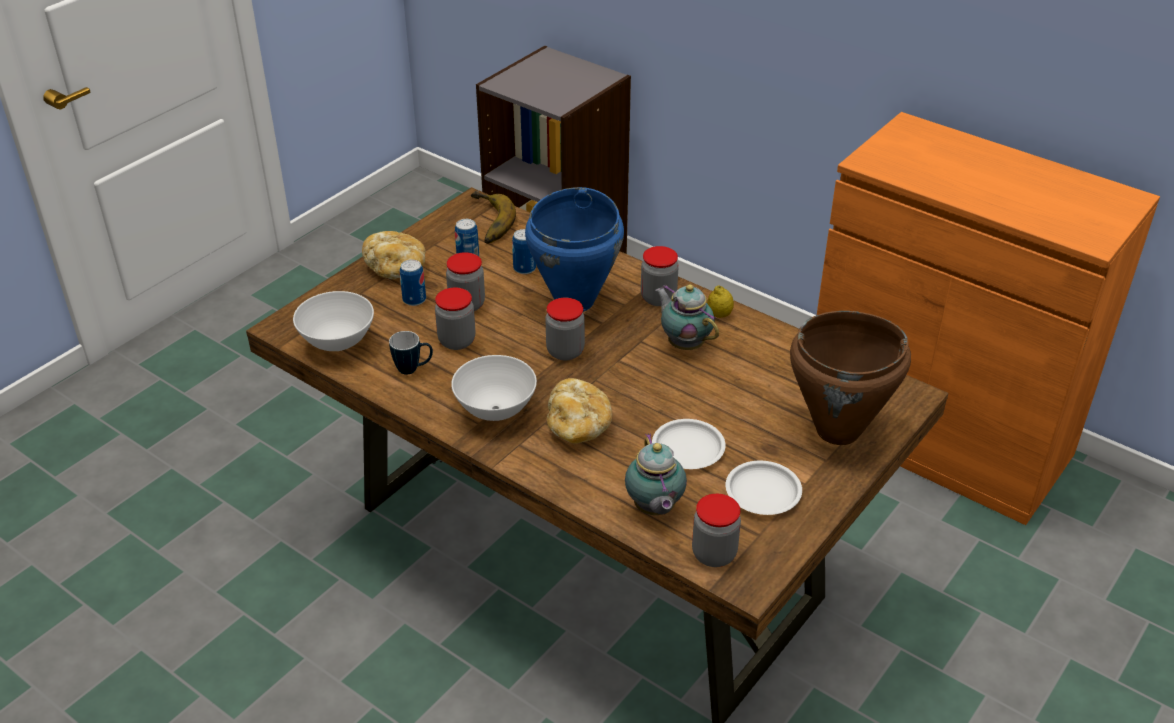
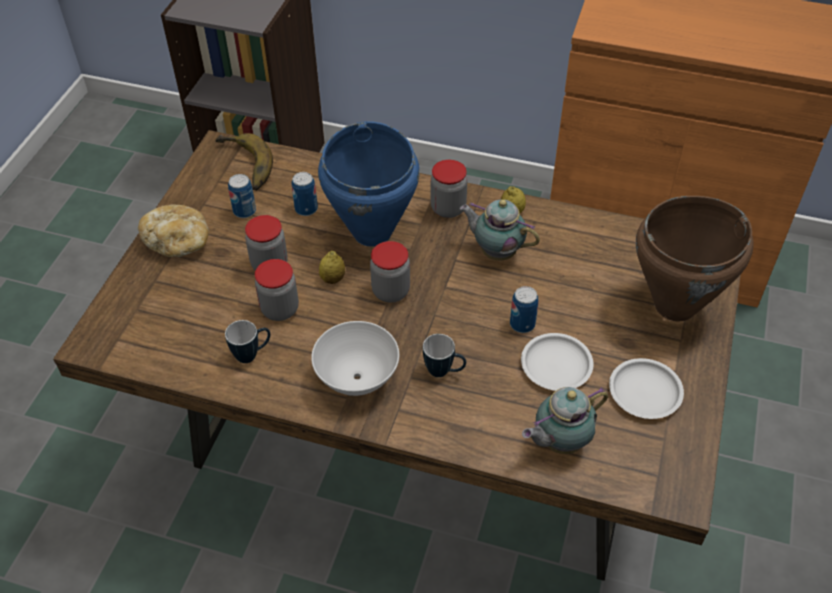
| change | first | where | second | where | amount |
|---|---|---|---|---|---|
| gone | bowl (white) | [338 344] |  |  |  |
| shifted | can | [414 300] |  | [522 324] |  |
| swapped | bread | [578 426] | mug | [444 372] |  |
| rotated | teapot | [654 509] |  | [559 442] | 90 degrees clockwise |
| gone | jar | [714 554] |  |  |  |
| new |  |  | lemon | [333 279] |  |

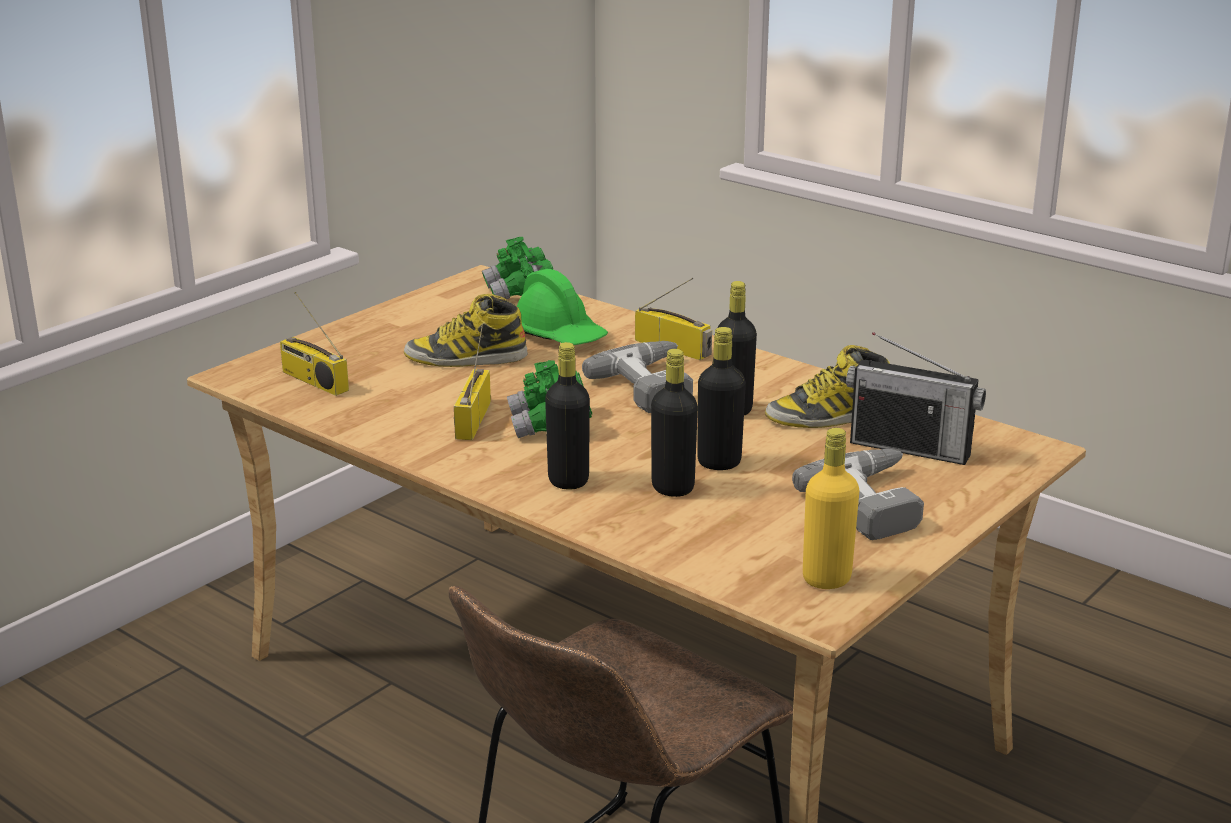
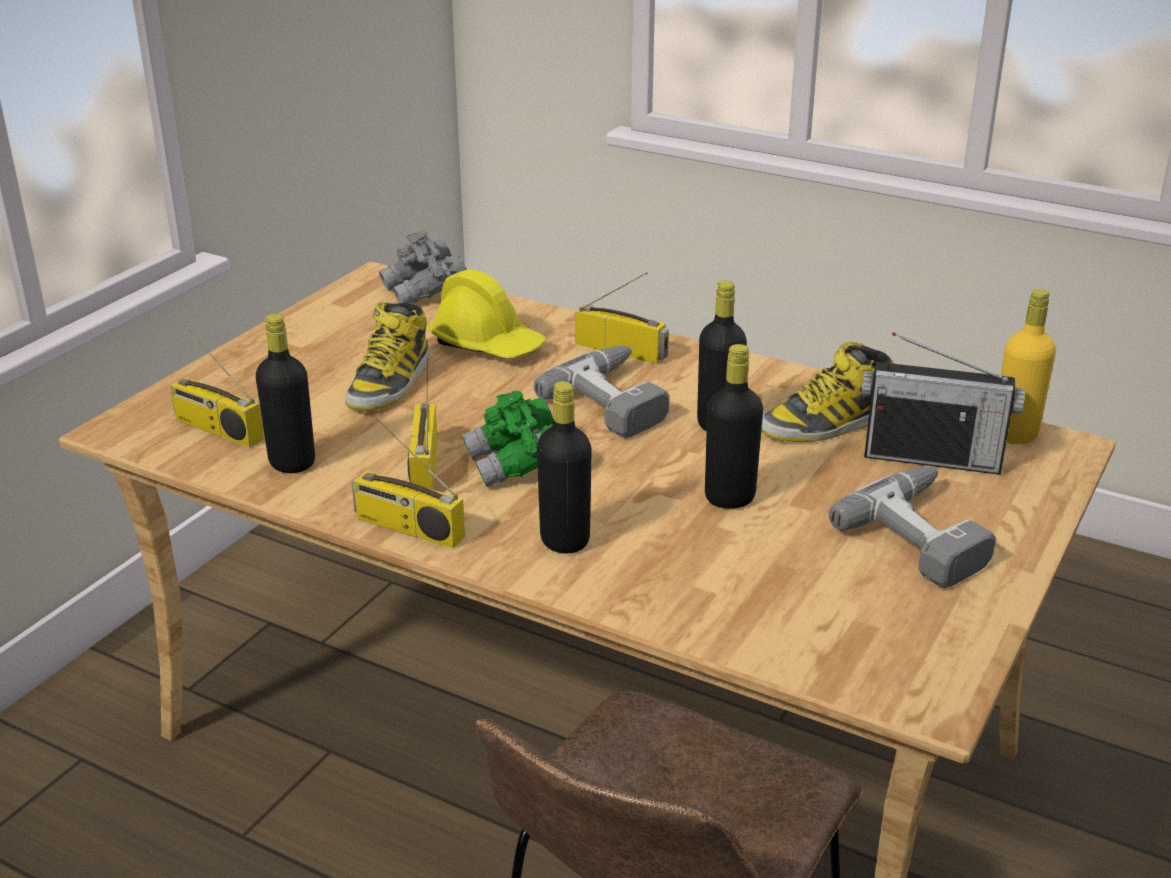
| change | first | where | second | where | amount |
|---|---|---|---|---|---|
| rotated | boot | [466 358] |  | [390 383] | 60 degrees counterclockwise |
| repainted | binoculars (green) | [520 292] | binoculars (grey) | [425 292] |  |
| repainted | hard hat (green) | [559 335] | hard hat (yellow) | [487 344] |  |
| shifted | bottle (black) | [672 488] |  | [292 463] |  |
| shifted | bottle (yellow) | [826 579] |  | [1015 435] |  |
| new |  |  | radio | [407 528] |  |

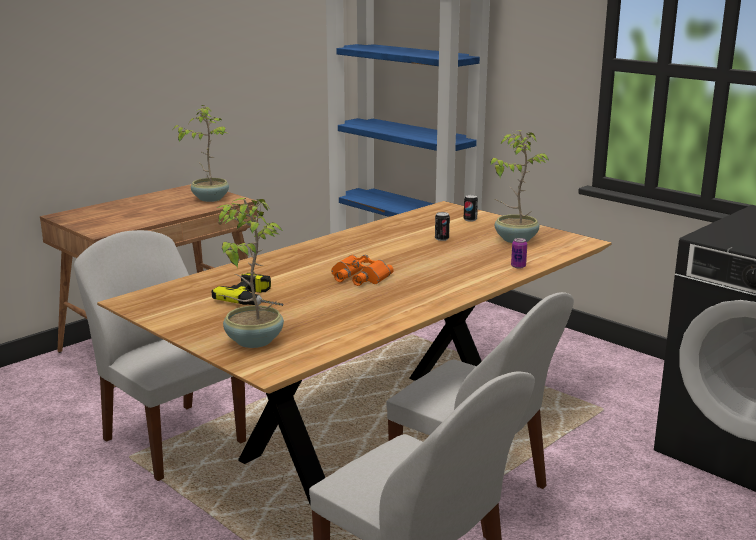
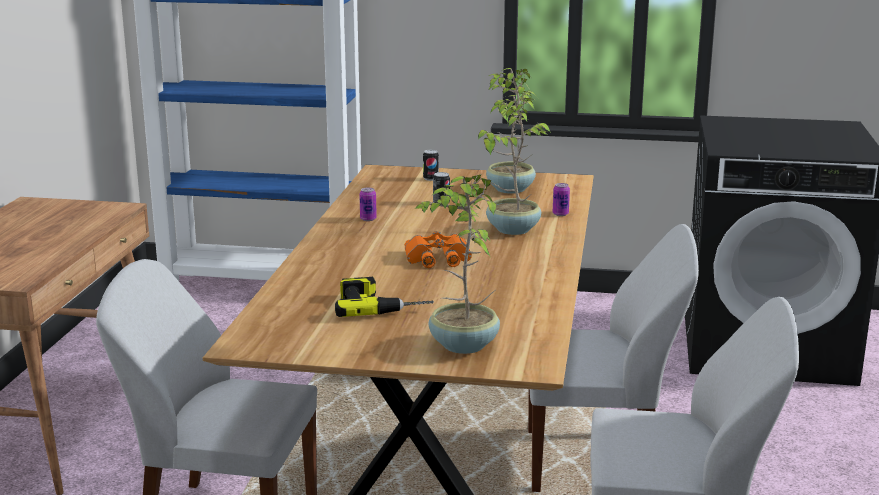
| change | first | where | second | where | amount |
|---|---|---|---|---|---|
| shifted | potted plant | [210 198] |  | [511 229] |  |
| new |  |  | can | [368 219] |  |

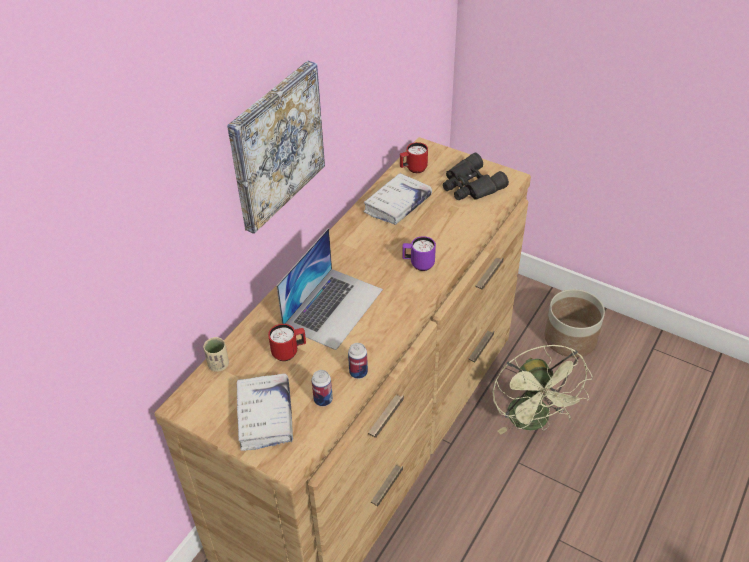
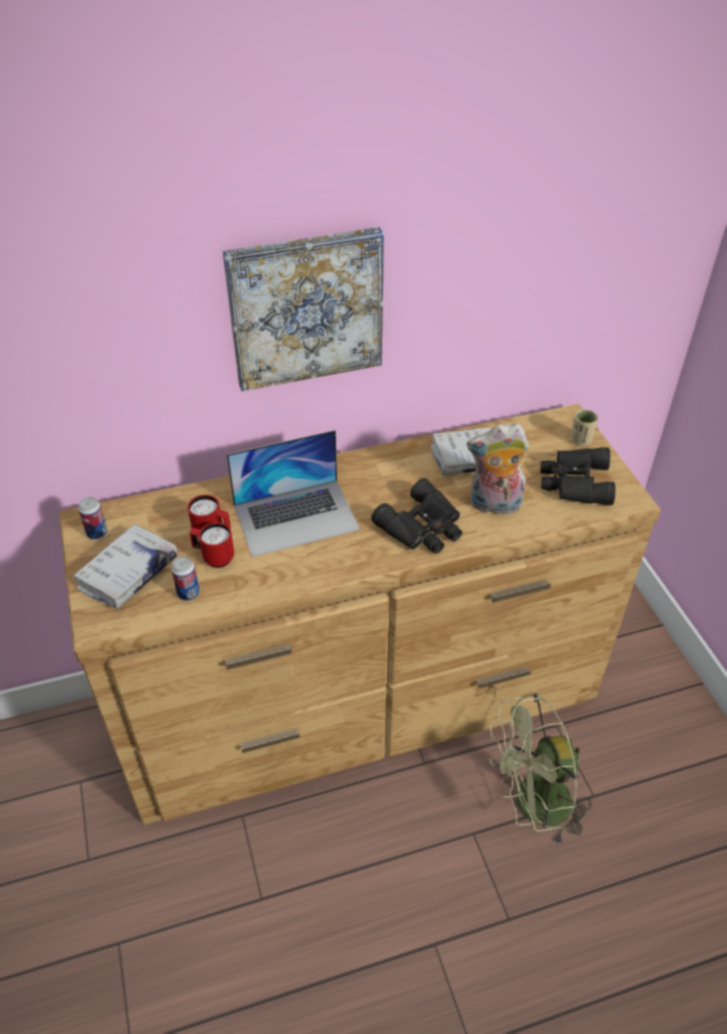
| change | first | where | second | where | amount |
|---|---|---|---|---|---|
| shifted | cup (beige) | [218 365] |  | [580 440] |  |
| shifted | can | [358 372] |  | [97 533] |  |
| shifted | mug (red) | [413 169] |  | [214 557] |  |
| swapped | mug (purple) | [418 264] | binoculars (black) | [423 527] |  |
| rotated | fan (green) | [533 421] |  | [532 806] | 45 degrees clockwise |
| gone | planter | [570 339] |  |  |  |
| new |  |  | plush toy | [494 505] |  |

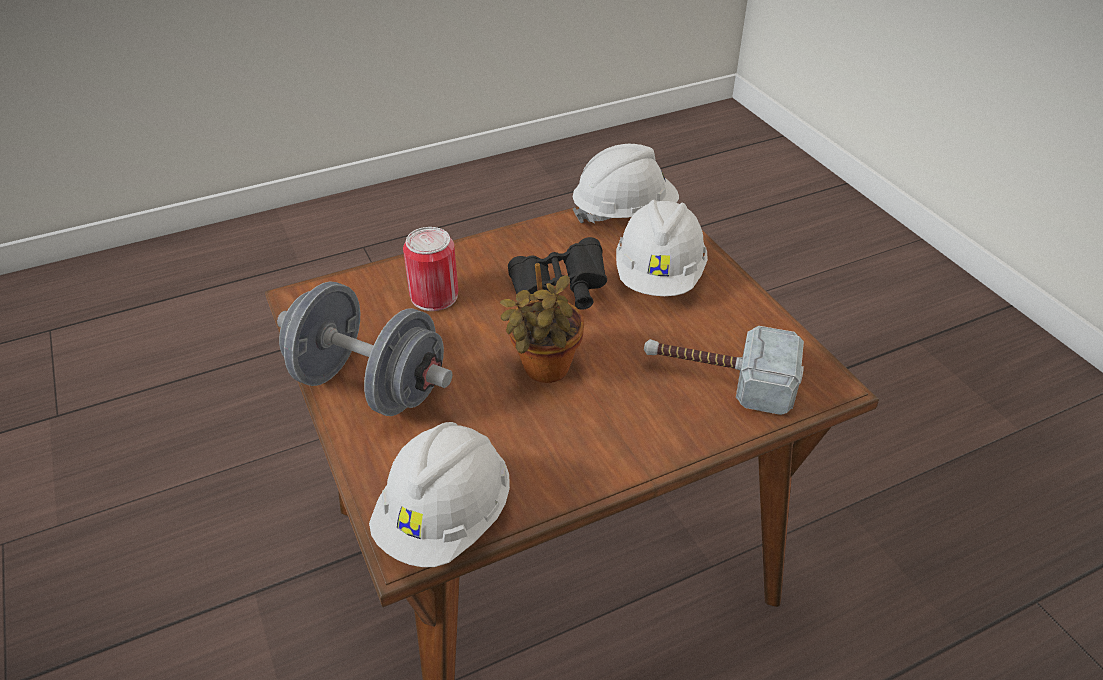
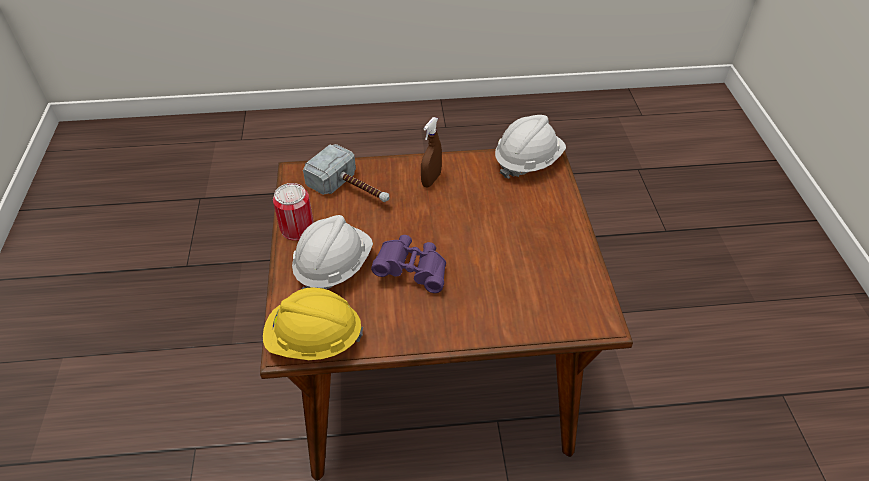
| change | first | where | second | where | amount |
|---|---|---|---|---|---|
| gone | dumbbell (grey) | [369 385] |  |  |  |
| shifted | can | [434 296] |  | [297 228] |  |
| gone | potted plant | [544 371] |  |  |  |
| repainted | binoculars (black) | [558 294] | binoculars (purple) | [412 271] |  |
| repainted | hard hat (white) | [624 212] | hard hat (yellow) | [314 340] |  |
| new |  |  | spray bottle (brown) | [431 180] |  |

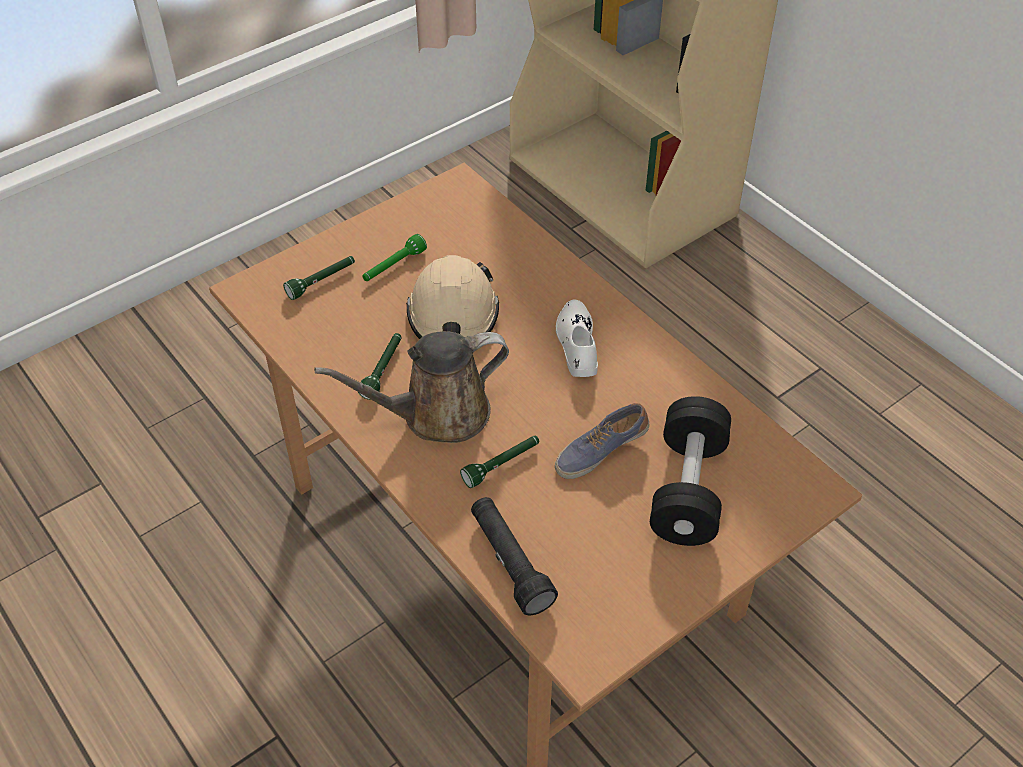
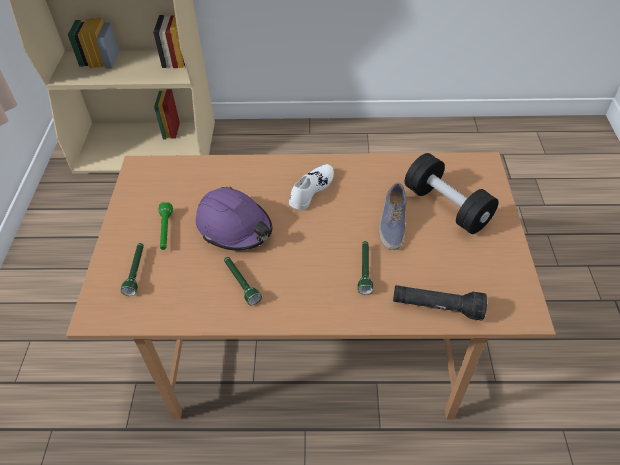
| change | first | where | second | where | amount |
|---|---|---|---|---|---|
| gone | watering can (brown) | [437 414] |  |  |  |
| repainted | hard hat (beige) | [453 315] | hard hat (purple) | [234 227] |  |
| rotated | shoe (white) | [577 344] |  | [311 190] | 90 degrees clockwise |

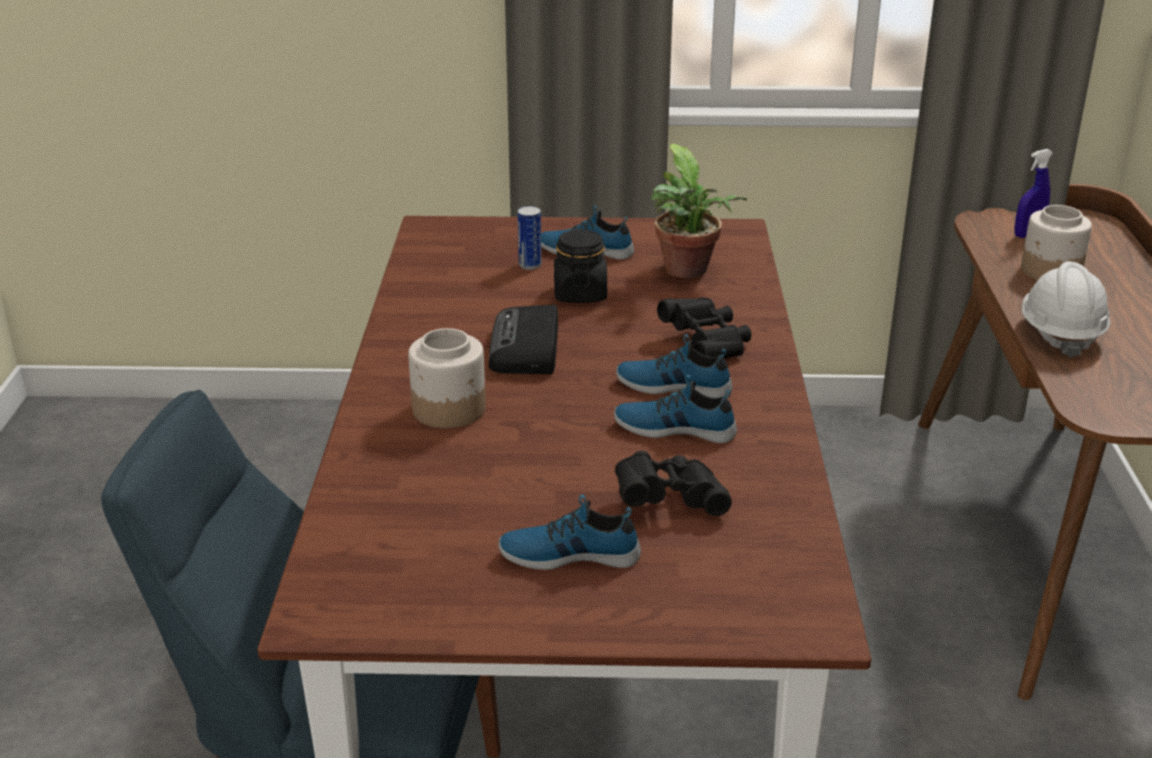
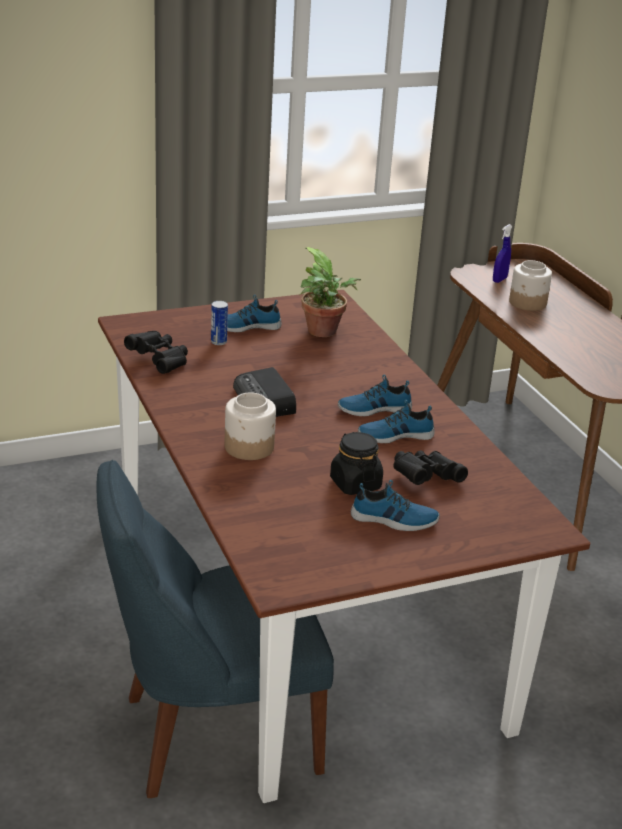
| change | first | where | second | where | amount |
|---|---|---|---|---|---|
| rotated | shoe | [569 554] |  | [394 520] | 150 degrees counterclockwise |
| shifted | jar (black) | [580 294] |  | [355 484] |  |
| shifted | binoculars (black) | [707 345] |  | [160 361] |  |
| gone | hard hat (white) | [1060 334] |  |  |  |

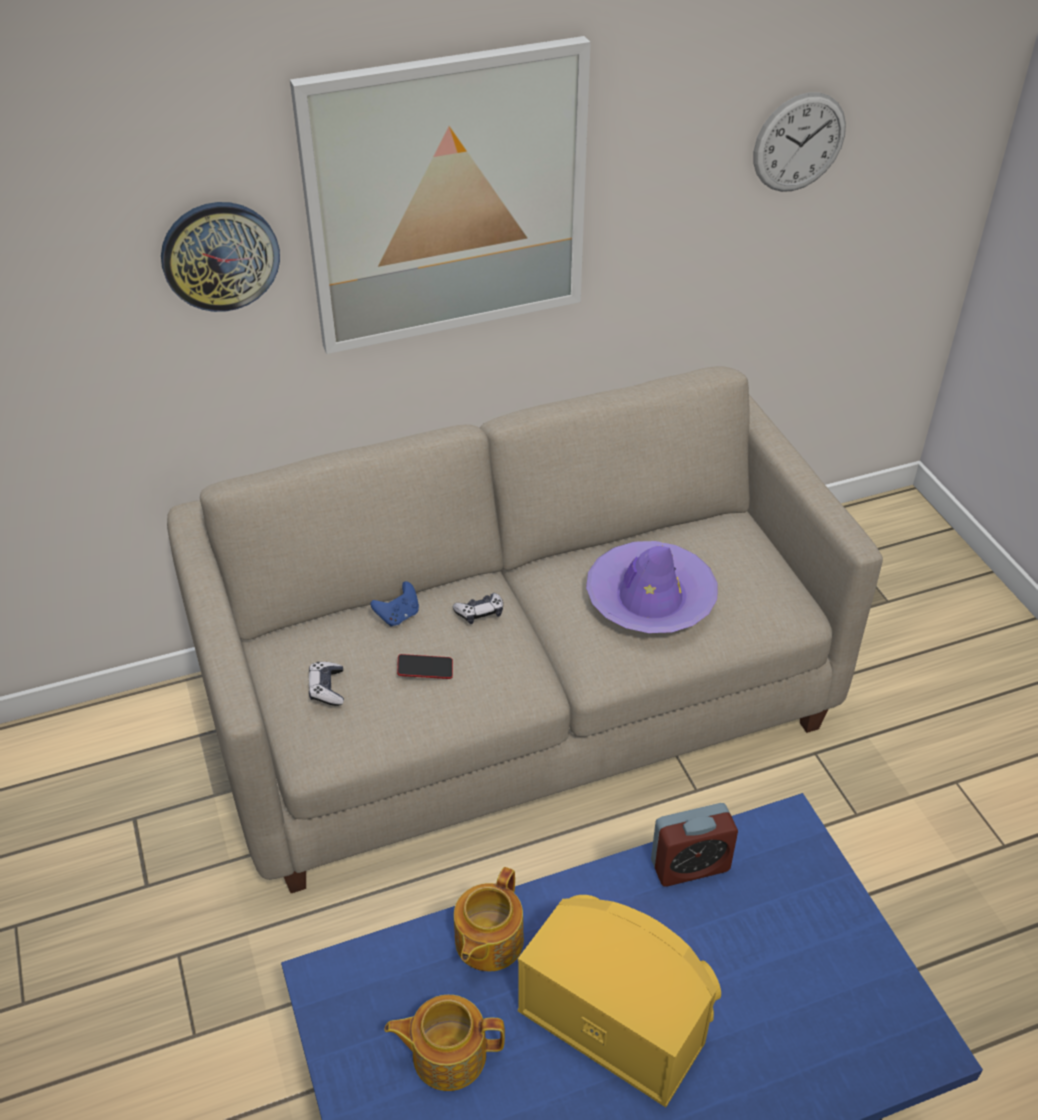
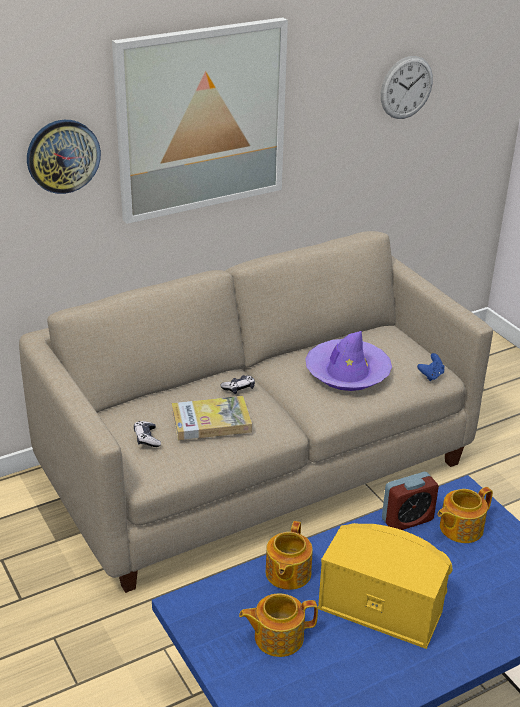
| change | first | where | second | where | amount |
|---|---|---|---|---|---|
| shifted | game controller (blue) | [398 616] |  | [431 375] |  |
| swapped | phone | [425 669] | book | [211 421] |  |
| new |  |  | teapot | [460 528] |  |

